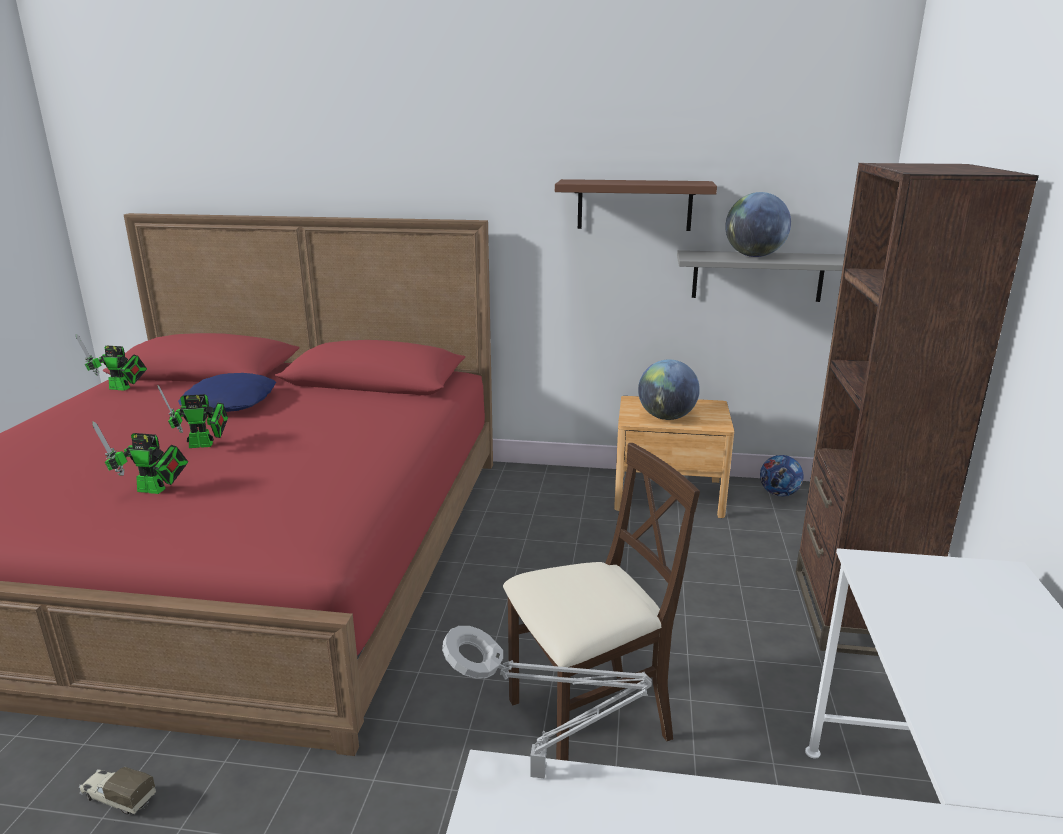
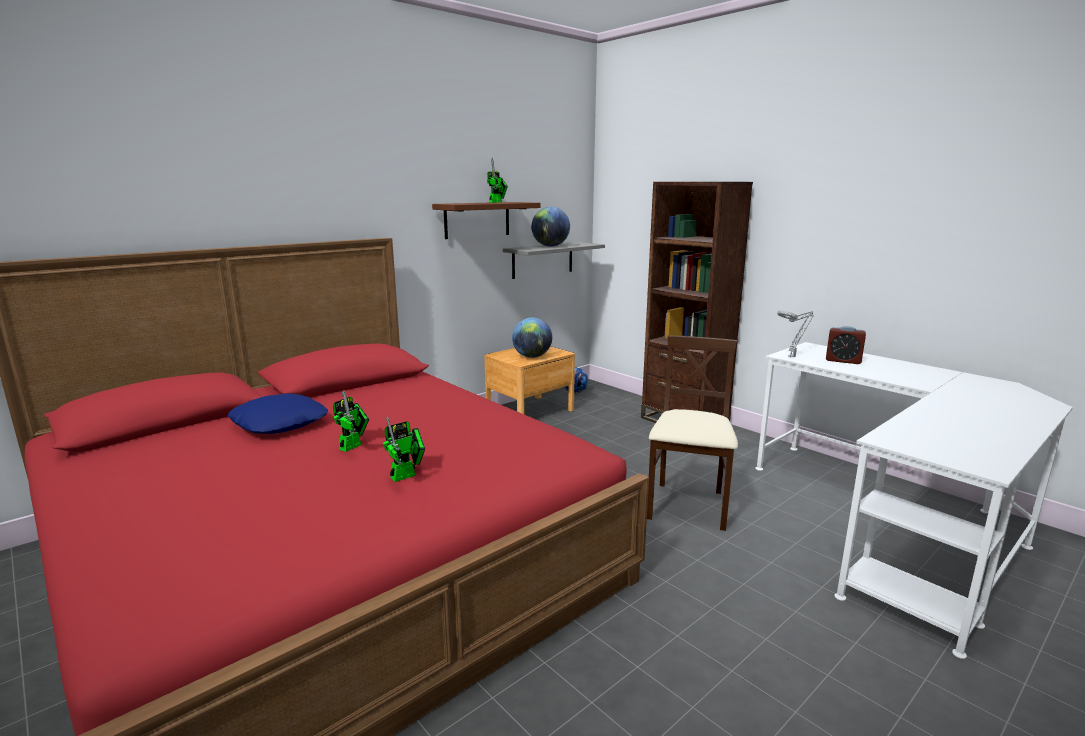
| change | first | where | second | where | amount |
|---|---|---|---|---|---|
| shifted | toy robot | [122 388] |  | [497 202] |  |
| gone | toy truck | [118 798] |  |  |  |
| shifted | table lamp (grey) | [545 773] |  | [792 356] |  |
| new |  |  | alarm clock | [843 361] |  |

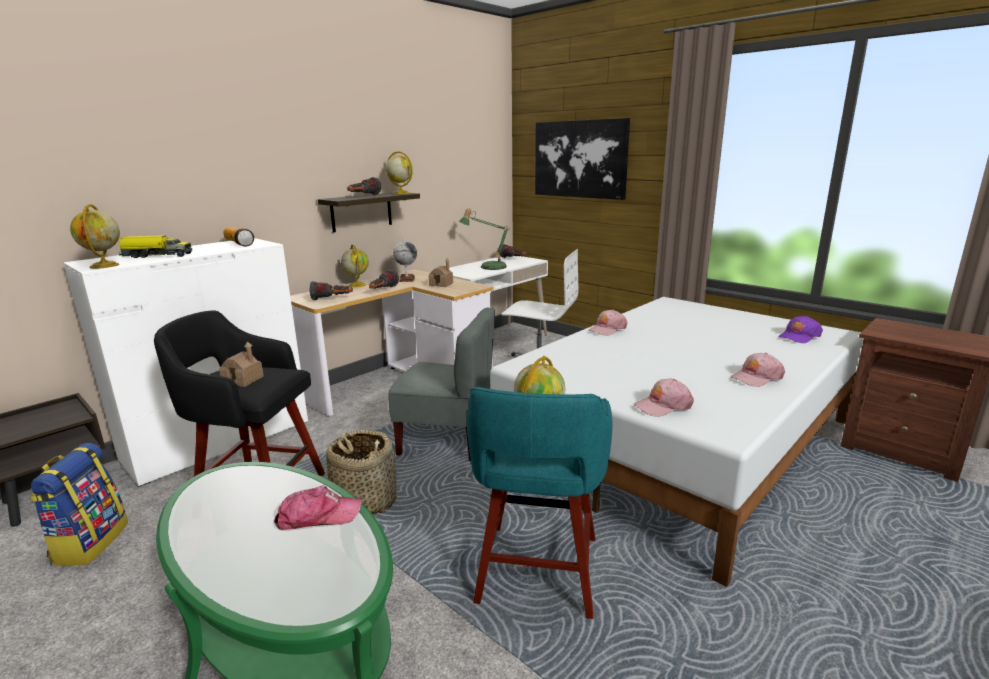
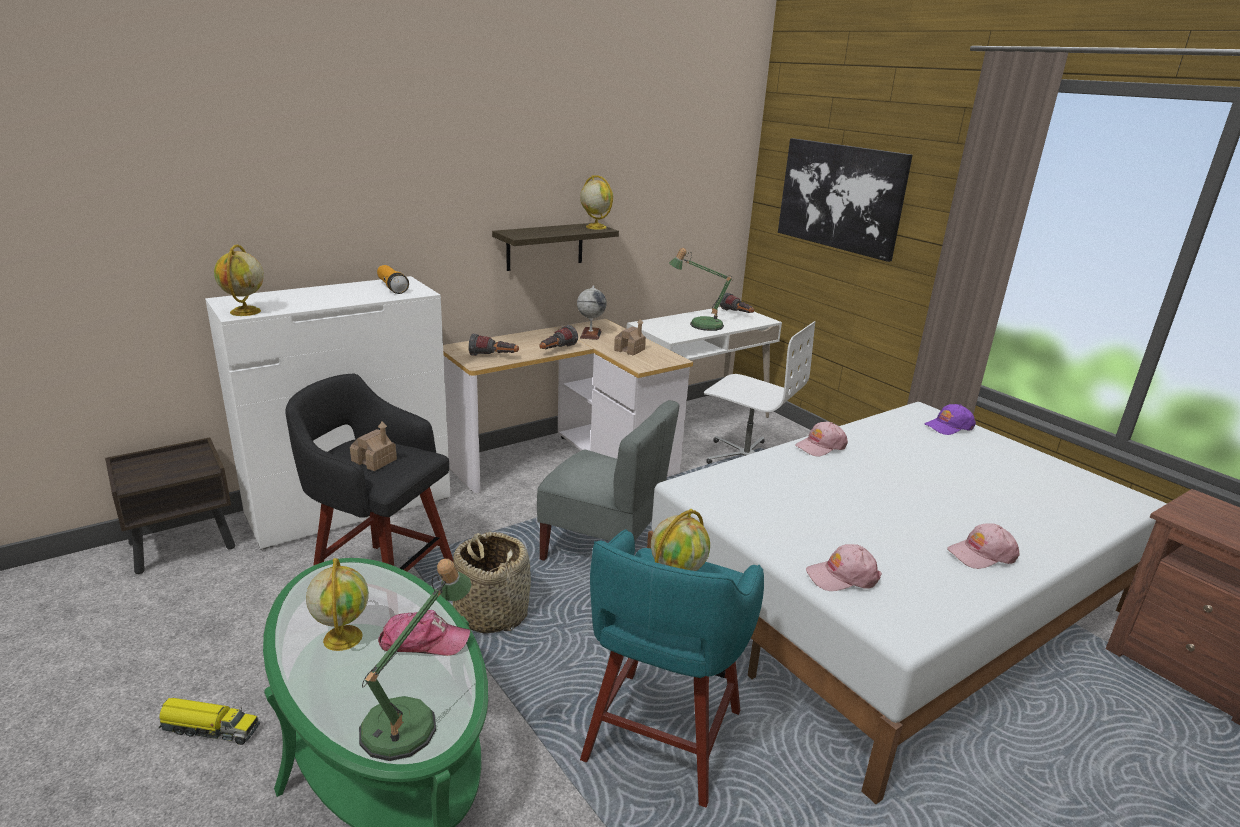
| change | first | where | second | where | amount |
|---|---|---|---|---|---|
| gone | backpack | [90 542] |  |  |  |
| shifted | toy truck | [156 256] |  | [209 728] |  |
| shifted | globe | [357 285] |  | [342 637] |  |
| gone | flashlight | [363 196] |  |  |  |
| shifted | cap (purple) | [799 336] |  | [949 426] |  |
| new |  |  | table lamp | [410 721] |  |

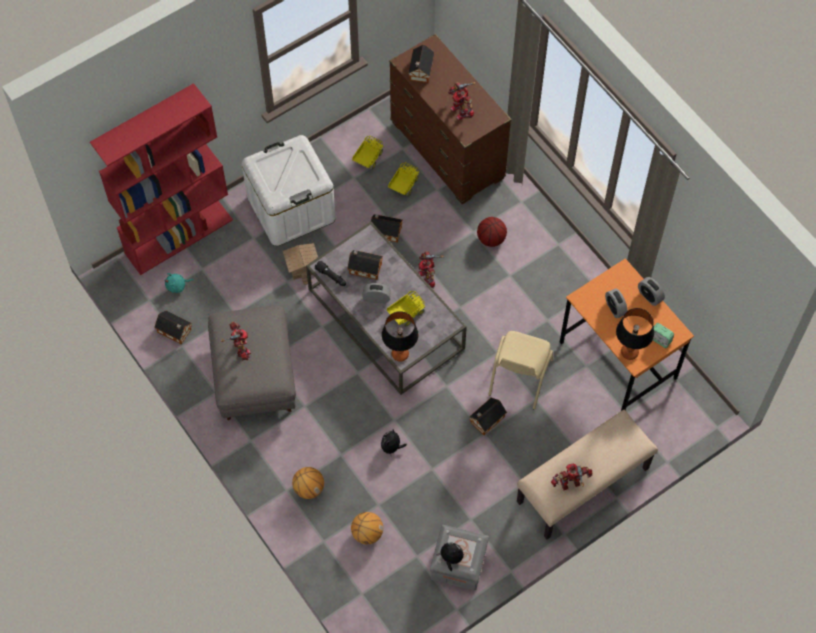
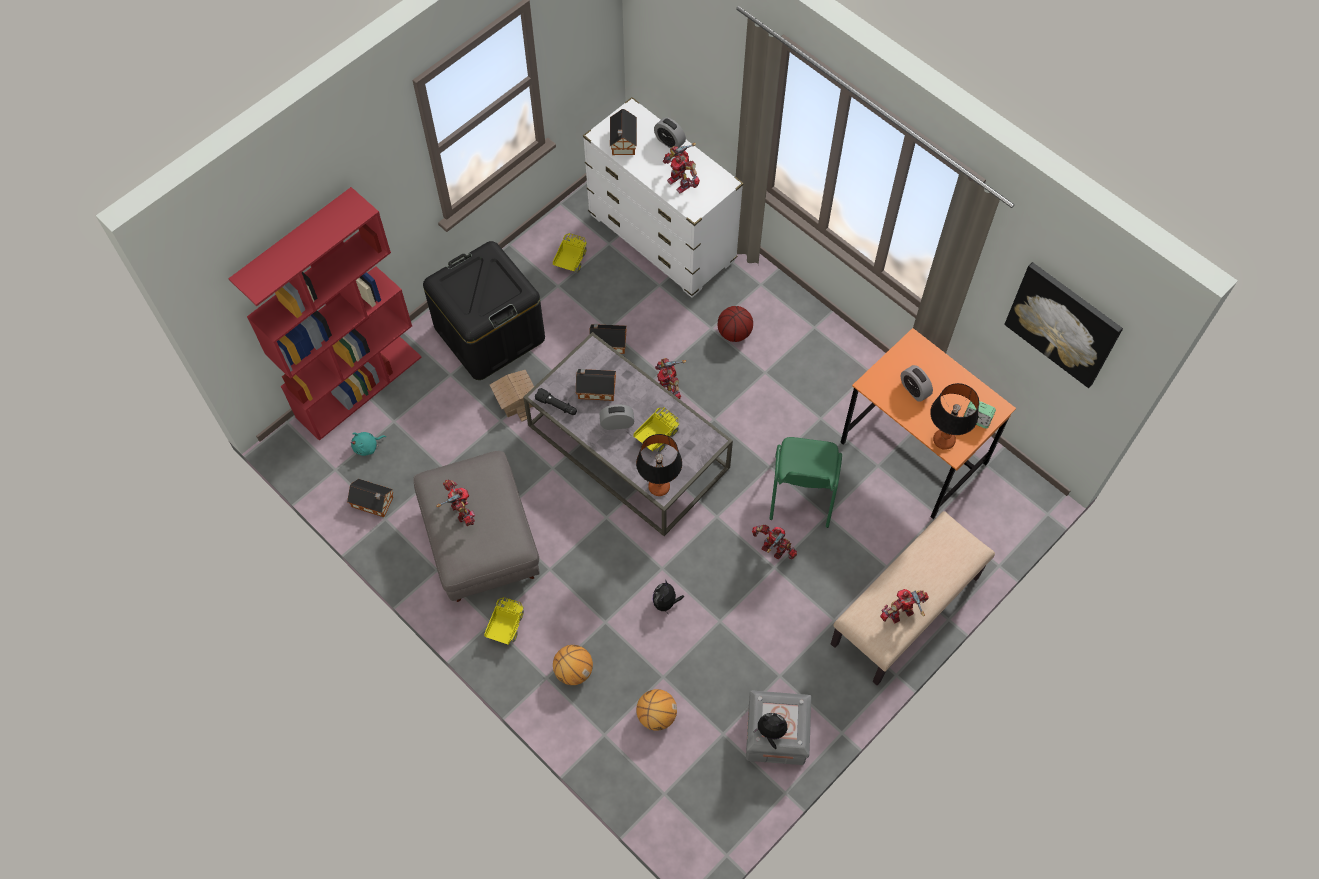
| change | first | where | second | where | amount |
|---|---|---|---|---|---|
| repainted | storage box (white) | [291 208] | storage box (black) | [489 333] |  |
| shifted | toy truck | [403 185] |  | [505 626] |  |
| repainted | dresser (brown) | [447 151] | dresser (white) | [662 238] |  |
| swapped | toy house | [486 420] | toy robot | [773 550] |  |
| repainted | chair (beige) | [519 378] | chair (green) | [801 492] |  |
| shifted | alarm clock | [649 296] |  | [669 142] |  |
| new |  |  | picture | [1063 323] |  |

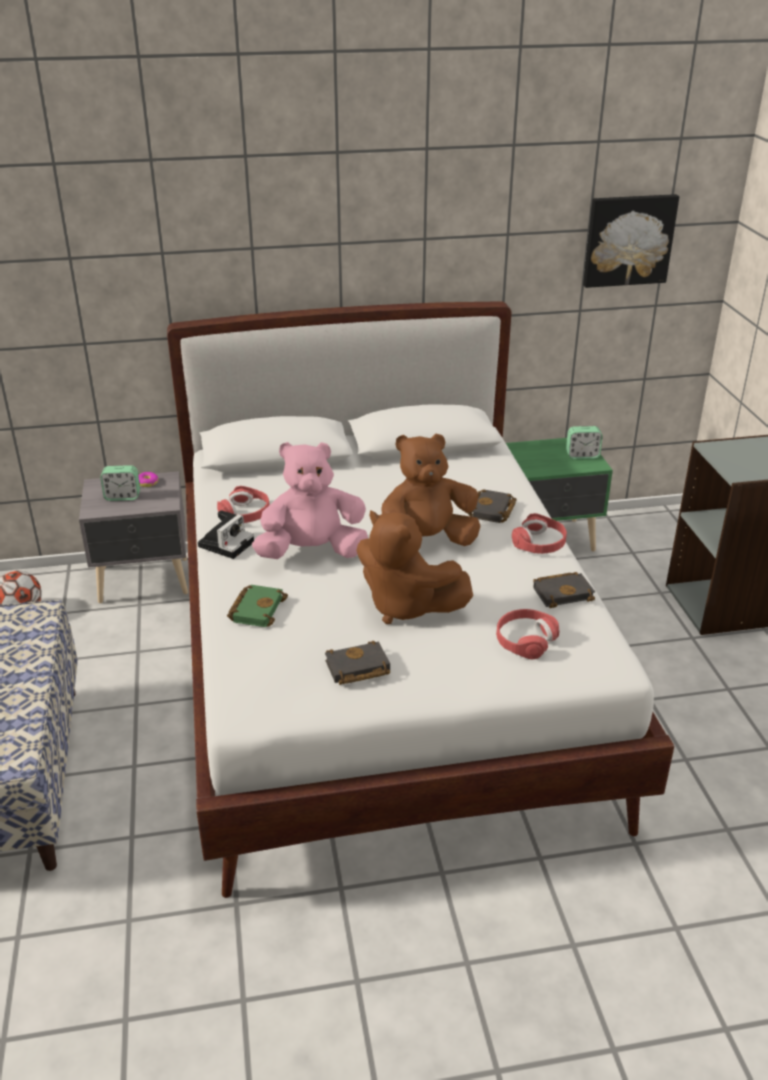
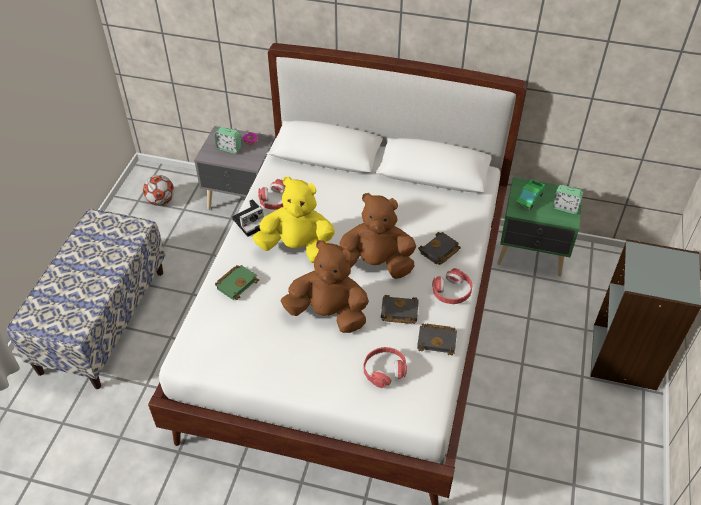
| change | first | where | second | where | amount |
|---|---|---|---|---|---|
| repainted | plush toy (pink) | [312 552] | plush toy (yellow) | [298 248] |  |
| shifted | book (black) | [356 669] |  | [398 312] |  |
| rotated | plush toy (brown) | [406 606] |  | [328 313] | 135 degrees clockwise |
| gone | picture | [628 240] |  |  |  |
| new |  |  | toy truck | [529 199] |  |

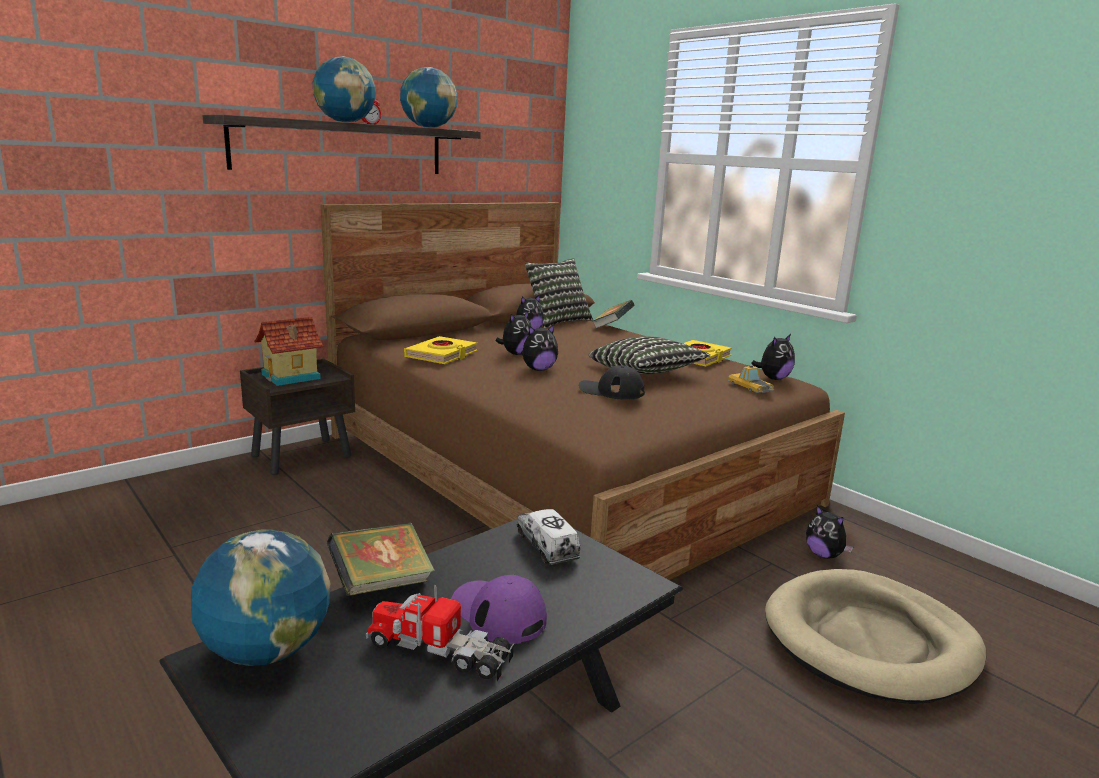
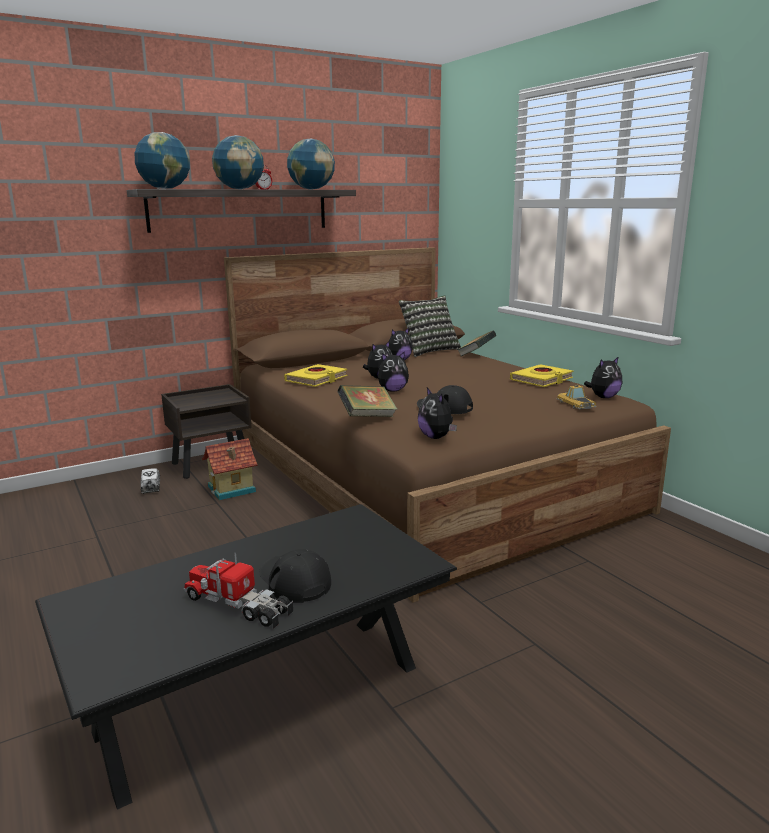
| change | first | where | second | where | amount |
|---|---|---|---|---|---|
| shifted | globe | [266 650] |  | [165 189] |  |
| shifted | toy house | [292 377] |  | [232 489] |  |
| shifted | book | [382 584] |  | [367 417] |  |
| repainted | cap (purple) | [498 613] | cap (black) | [294 580] |  |
| shifted | toy truck | [546 546] |  | [151 486] |  |
| gone | pillow | [646 374] |  |  |  |
| gone | dog bed (beige) | [870 641] |  |  |  |
| shifted | plush toy | [824 555] |  | [436 437] |  |

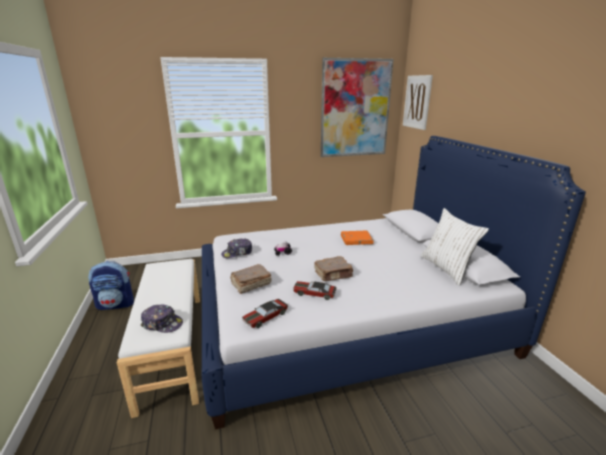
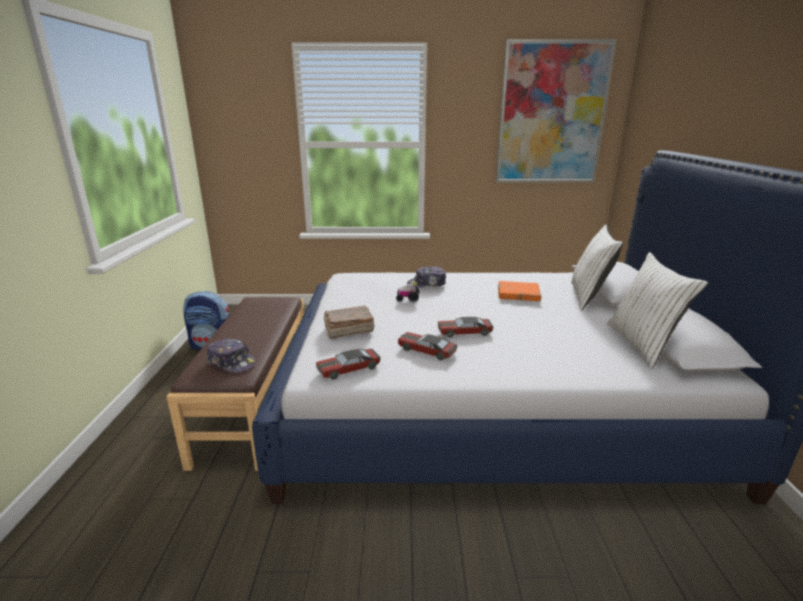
| change | first | where | second | where | amount |
|---|---|---|---|---|---|
| repainted | bench (white) | [173 346] | bench (brown) | [258 401] |  |
| shifted | cap | [237 253] |  | [427 284] |  |
| swapped | book (brown) | [333 274] | toy car | [464 332] |  |
| gone | picture | [417 102] |  |  |  |
| new |  |  | pillow (white) | [589 297] |  |

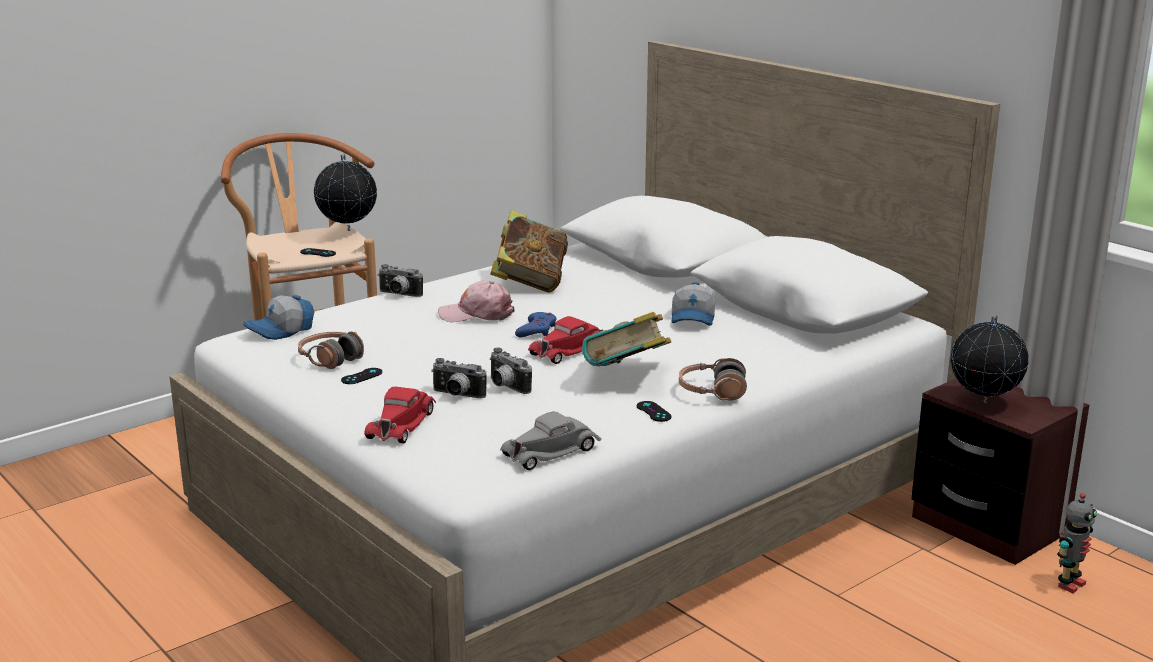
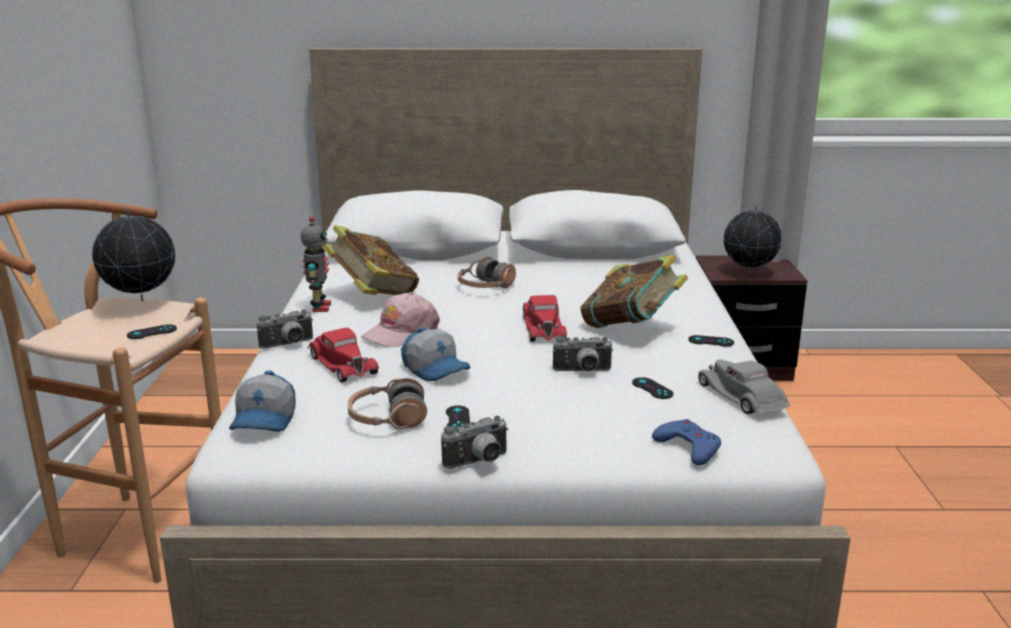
| change | first | where | second | where | amount |
|---|---|---|---|---|---|
| shifted | toy car (red) | [402 424] |  | [342 364] |  |
| shifted | photo camera | [457 395] |  | [479 462] |  |
| rotated | toy car (grey) | [552 451] |  | [742 397] | 150 degrees clockwise |
| shifted | game controller (blue) | [537 330] |  | [688 447] |  |
| shifted | cap | [694 319] |  | [436 369] |  |
| shifted | headphones | [712 392] |  | [486 287] |  |
| shifted | toy robot | [1069 584] |  | [319 307] |  |
| new |  |  | game controller (black) | [652 388] |  |

